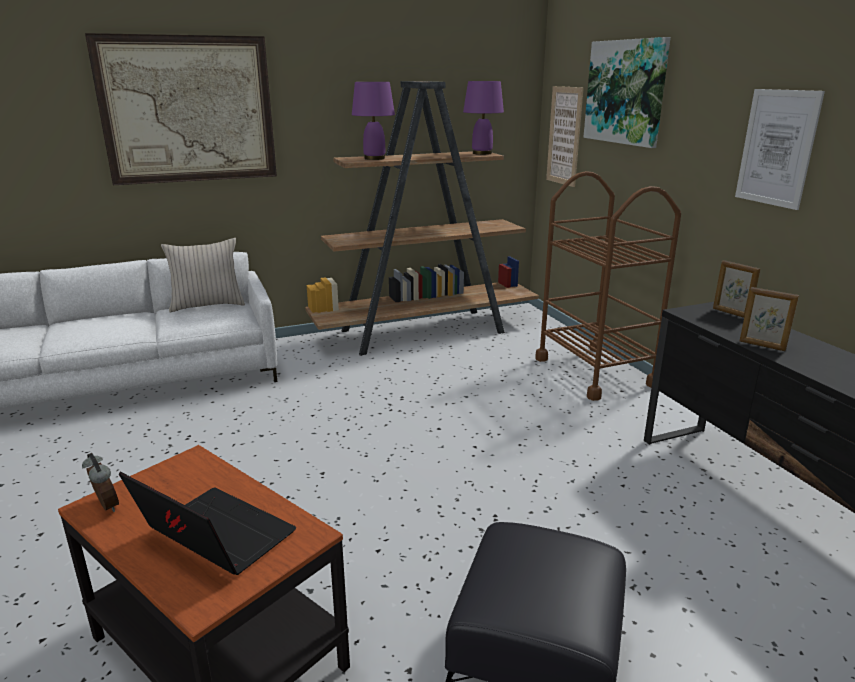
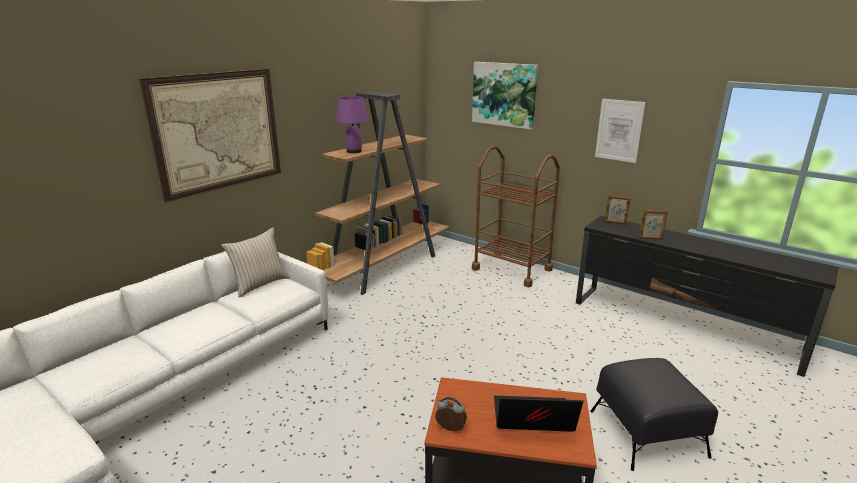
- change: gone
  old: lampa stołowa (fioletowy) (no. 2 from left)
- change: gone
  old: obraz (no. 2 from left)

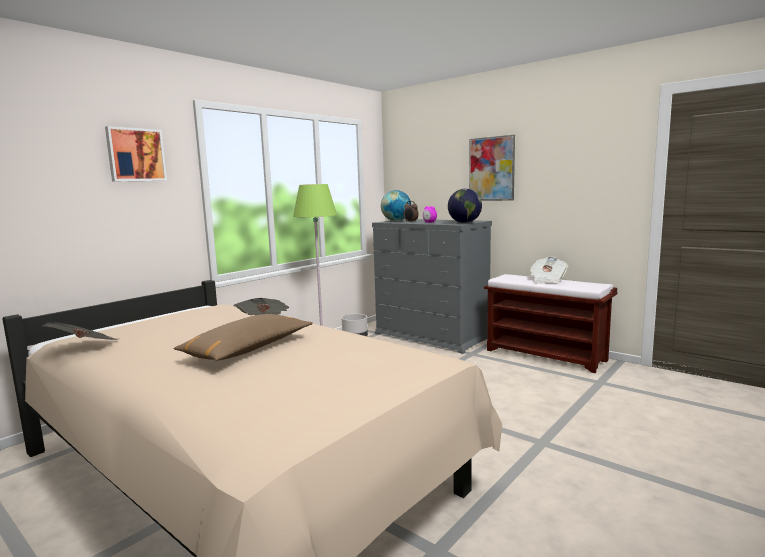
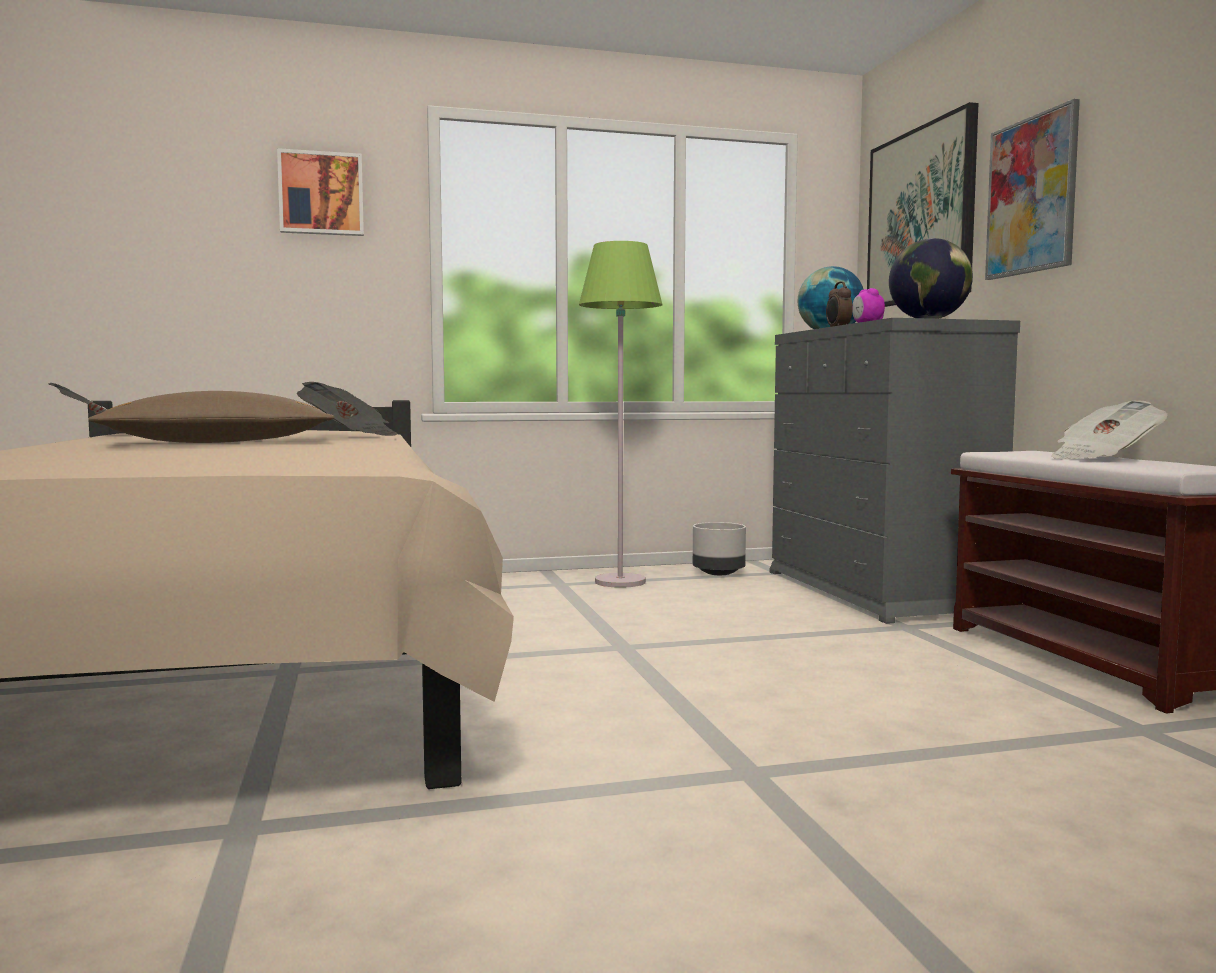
- change: new
  new: obraz (no. 2 from left)

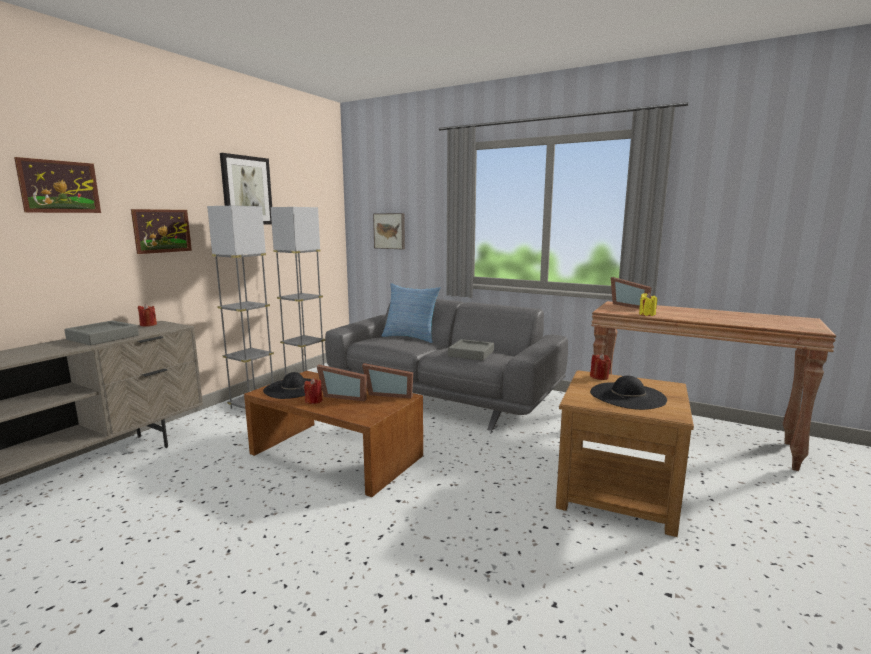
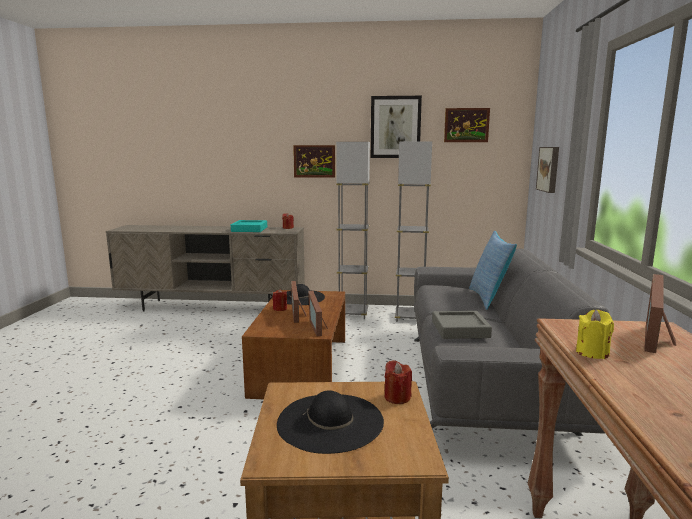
- change: shifted
  old: obraz (no. 1 from left in the first image)
  new: obraz (no. 3 from left)
- change: repainted
  old: taca (szary) (no. 1 from left)
  new: taca (turkusowy)

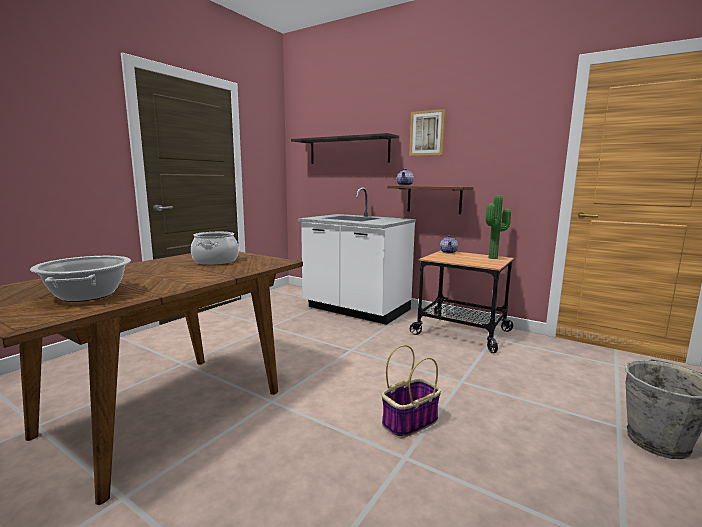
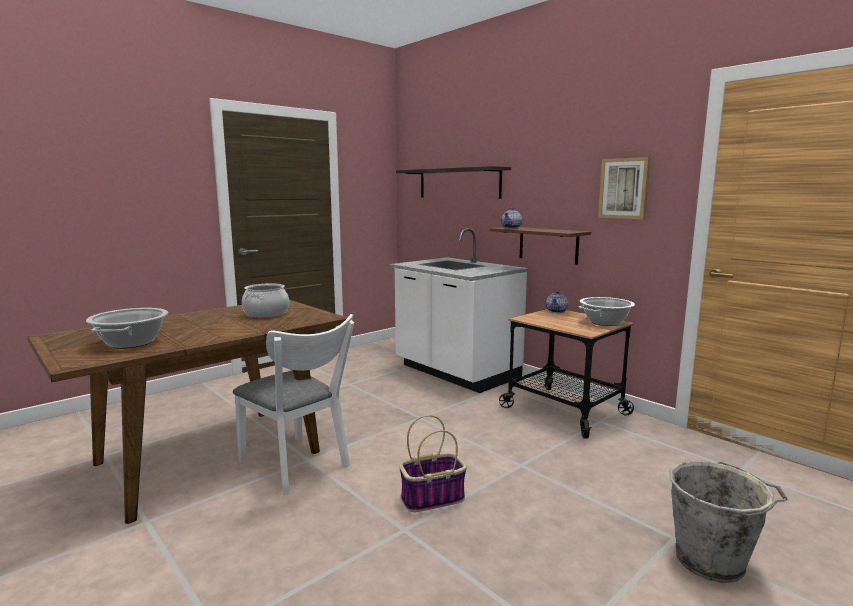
- change: shifted
  old: obraz
- change: swapped
  old: roślina doniczkowa
  new: garnek (no. 3 from left)
- change: new
  new: krzesło (biały)

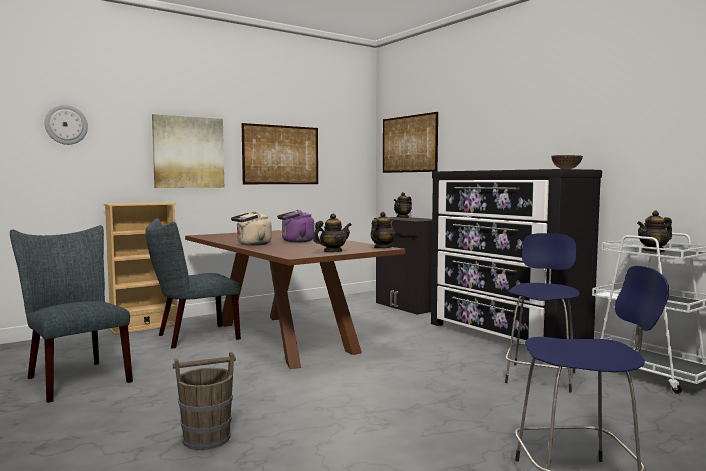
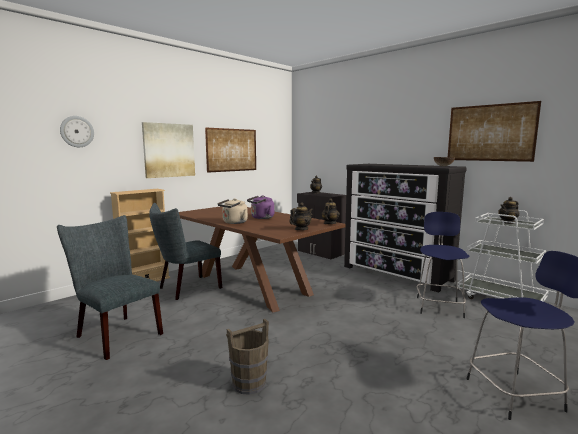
- change: shifted
  old: obraz (no. 3 from left)

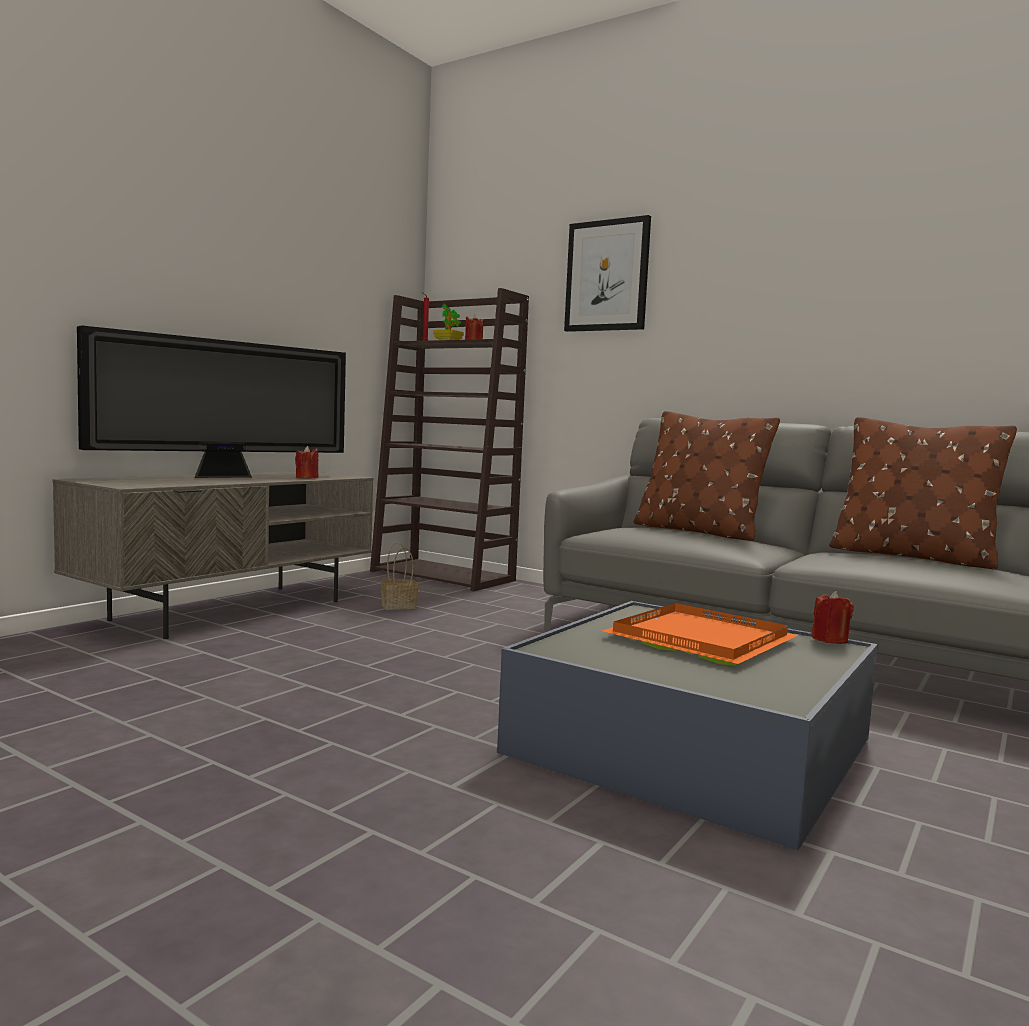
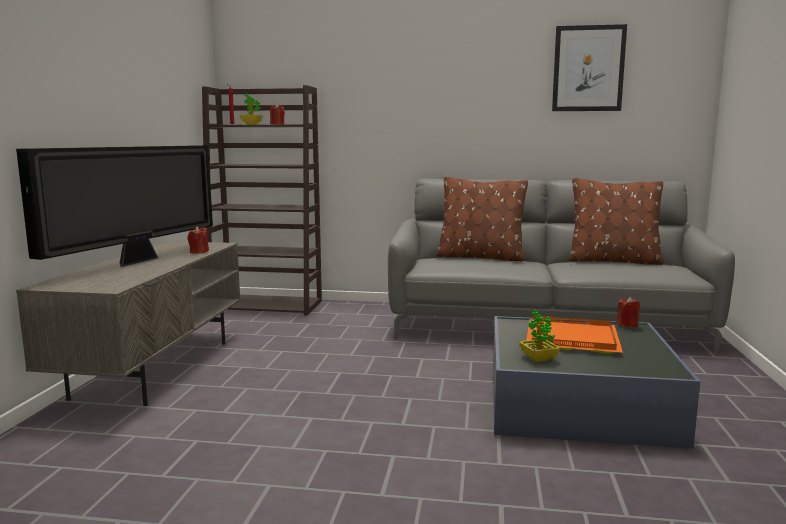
- change: shifted
  old: obraz
- change: gone
  old: koszyk
- change: new
  new: roślina doniczkowa (no. 2 from left)

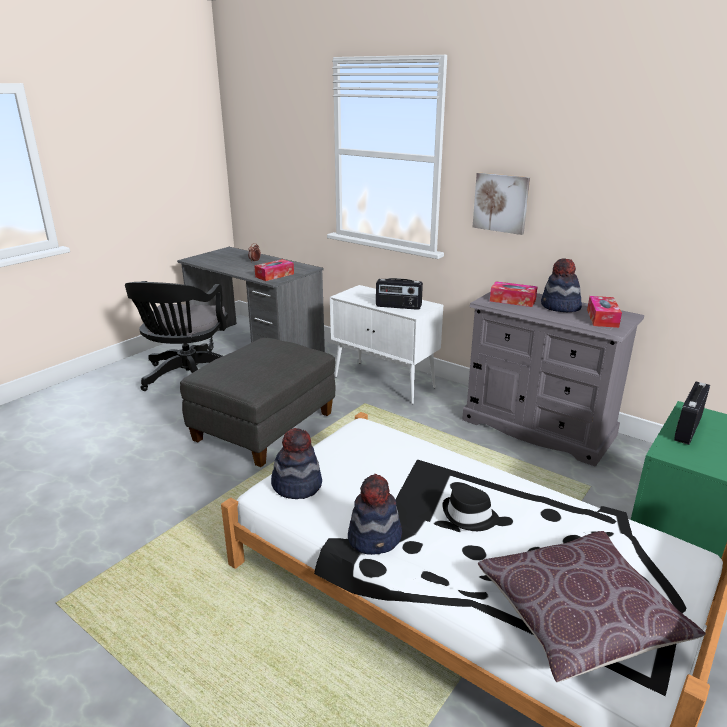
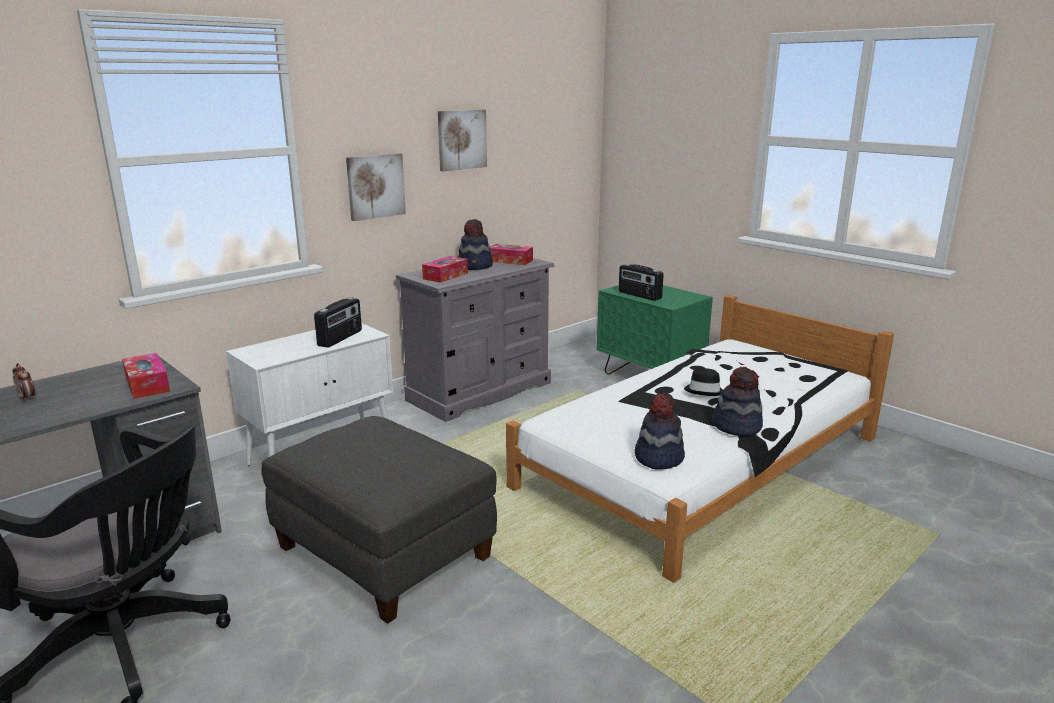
- change: gone
  old: poduszka (brązowy)
- change: new
  new: obraz (no. 2 from left)

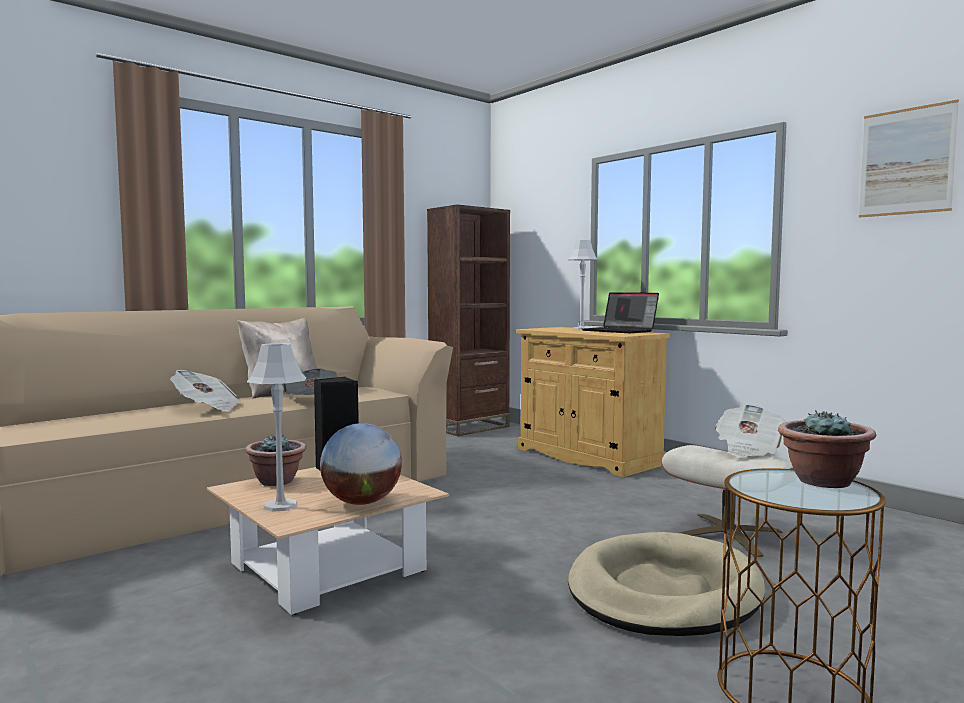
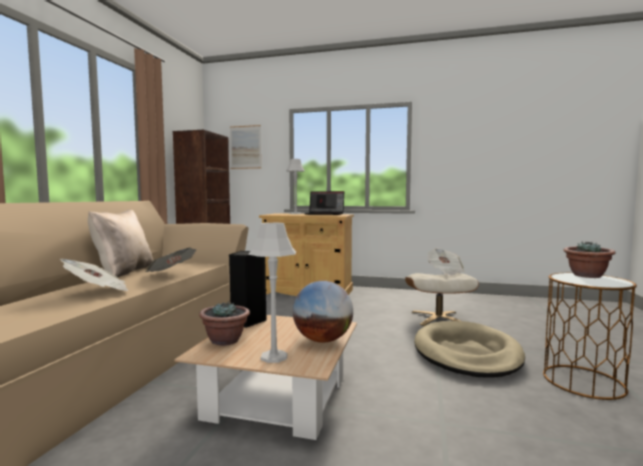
- change: shifted
  old: obraz

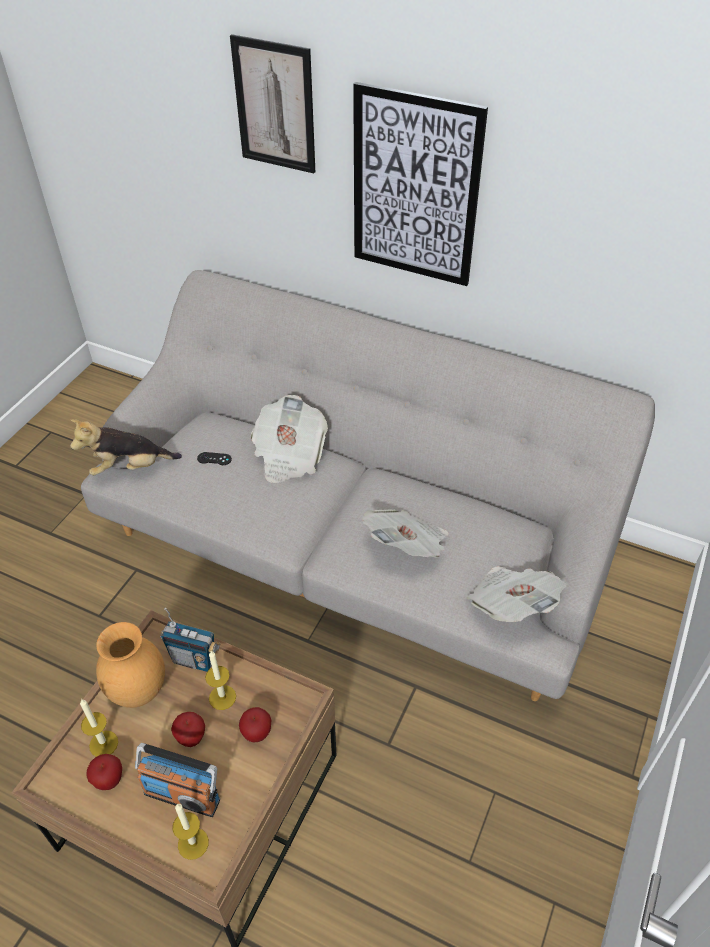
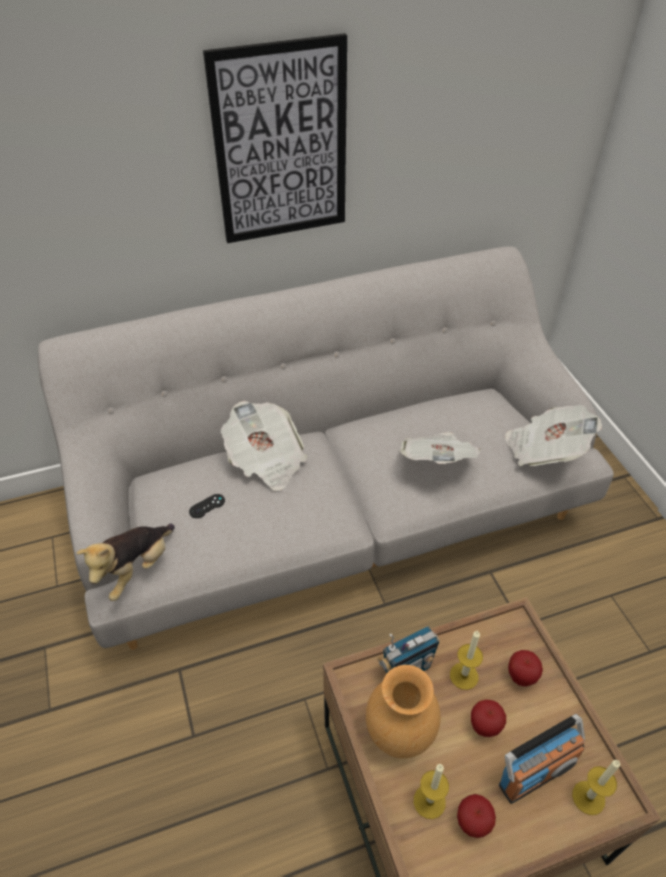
- change: gone
  old: obraz (no. 1 from left)

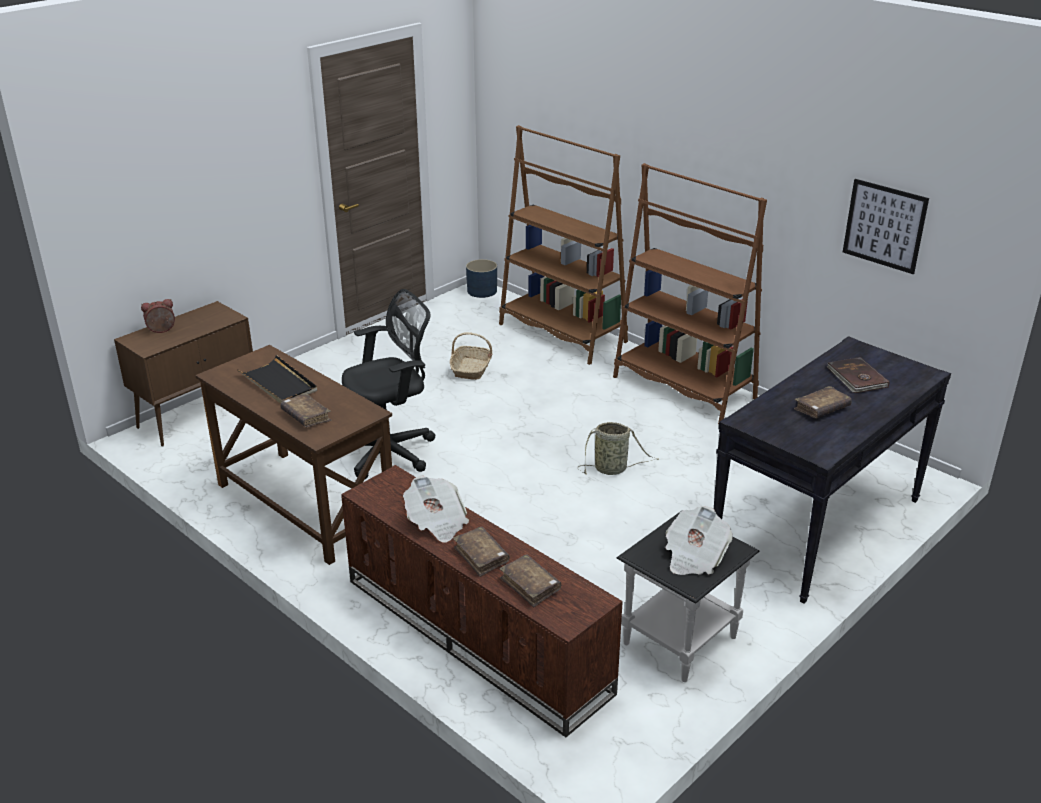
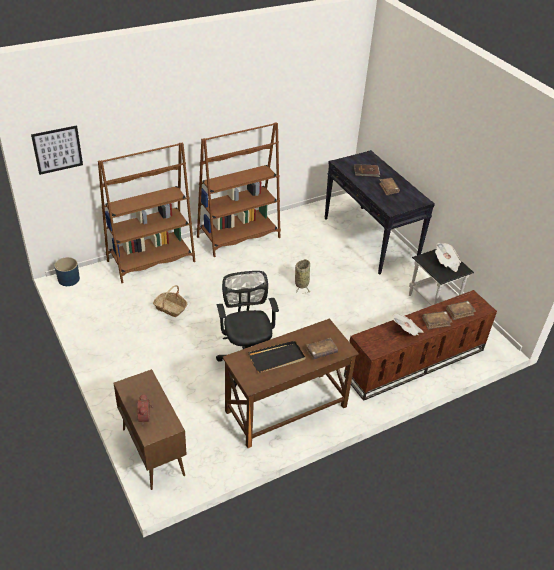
- change: shifted
  old: obraz

